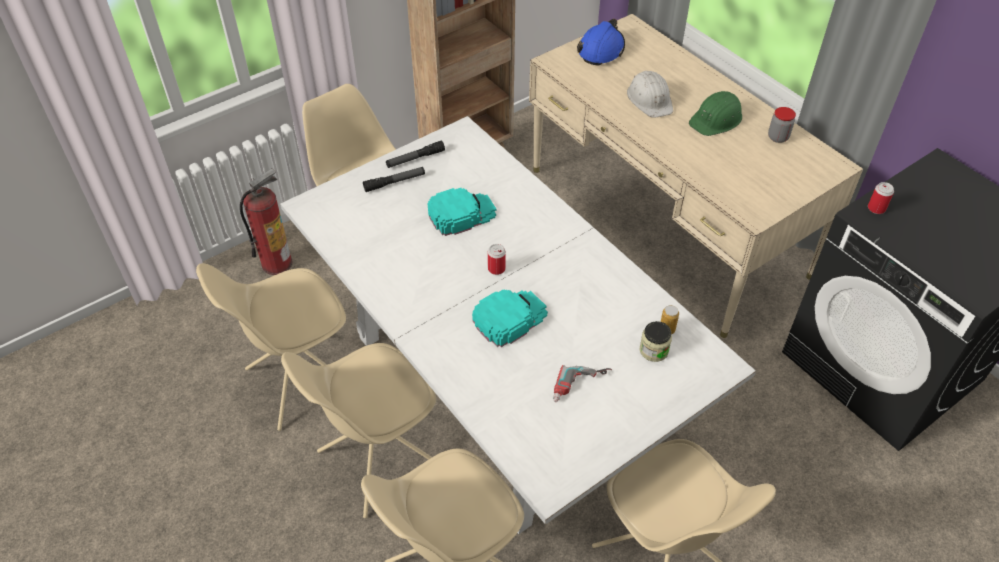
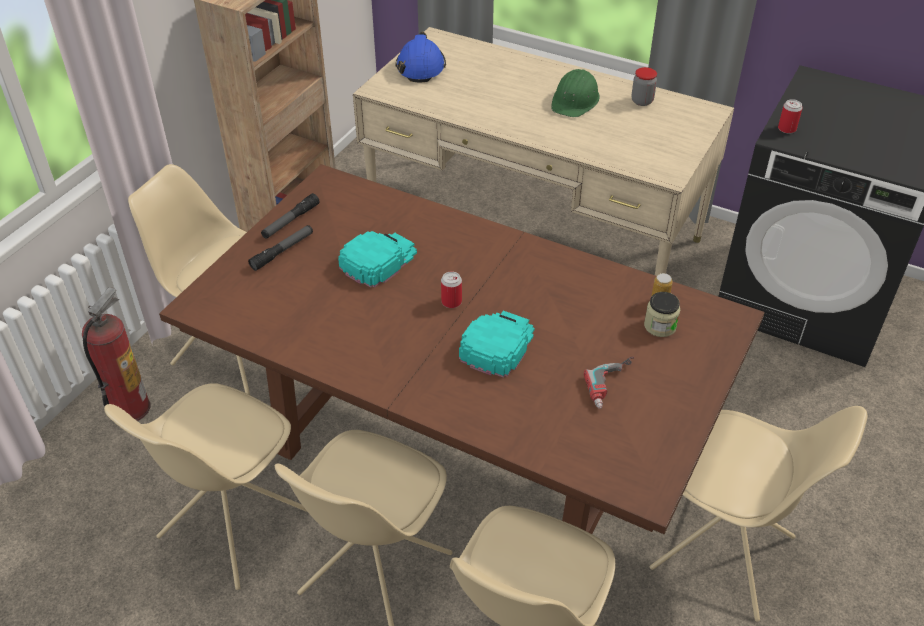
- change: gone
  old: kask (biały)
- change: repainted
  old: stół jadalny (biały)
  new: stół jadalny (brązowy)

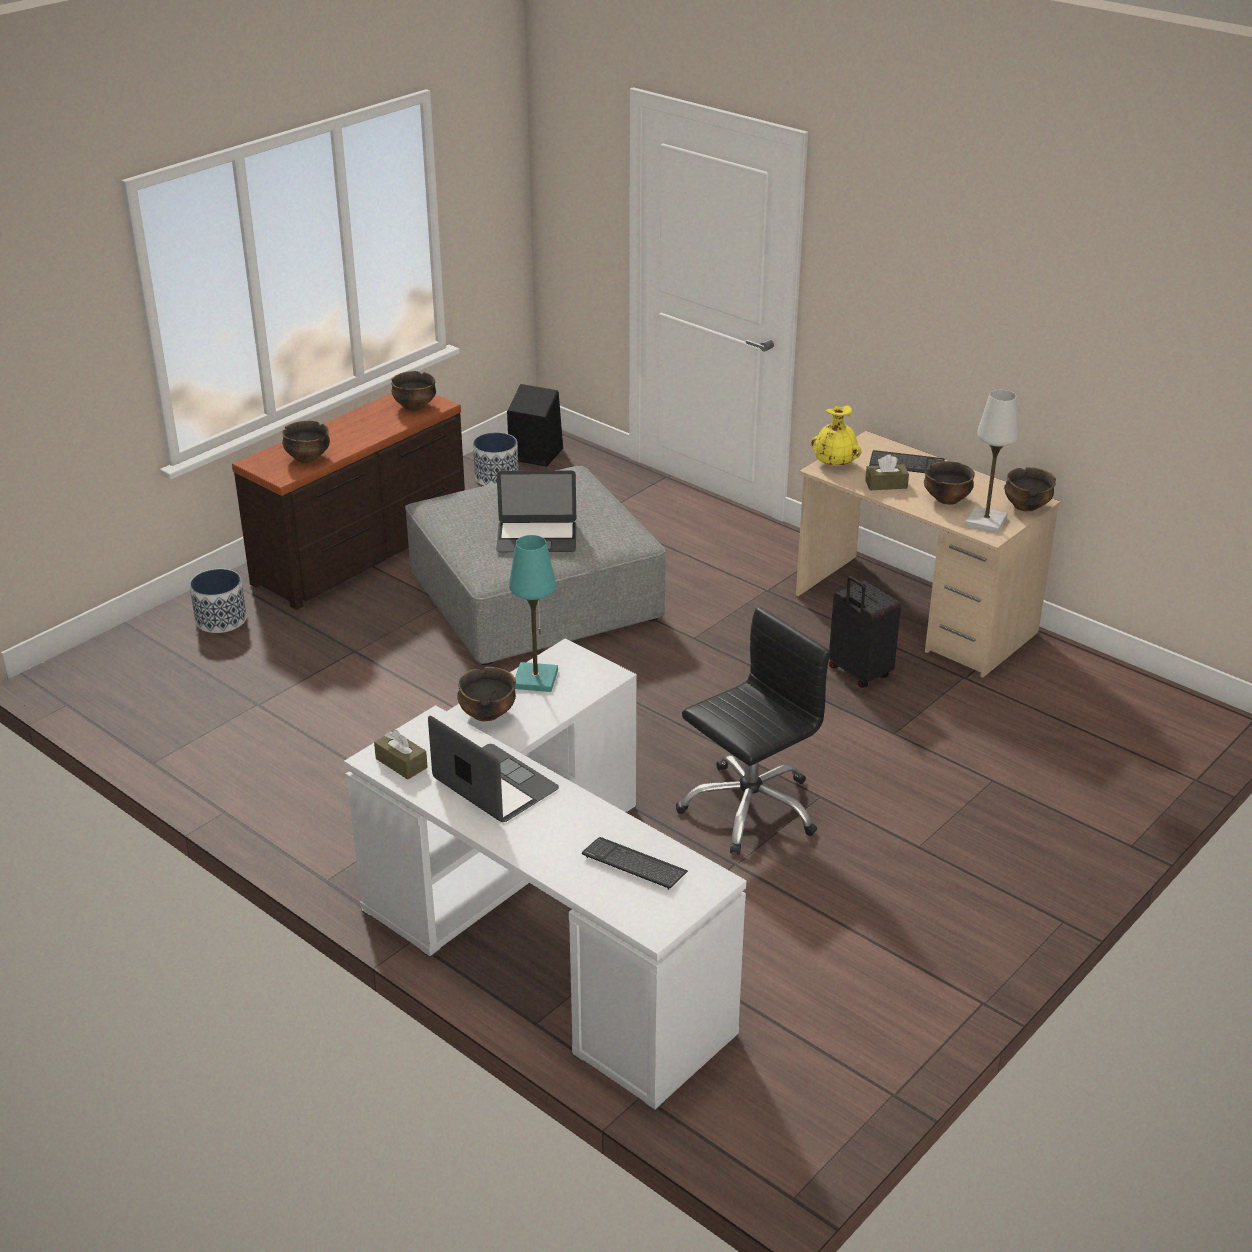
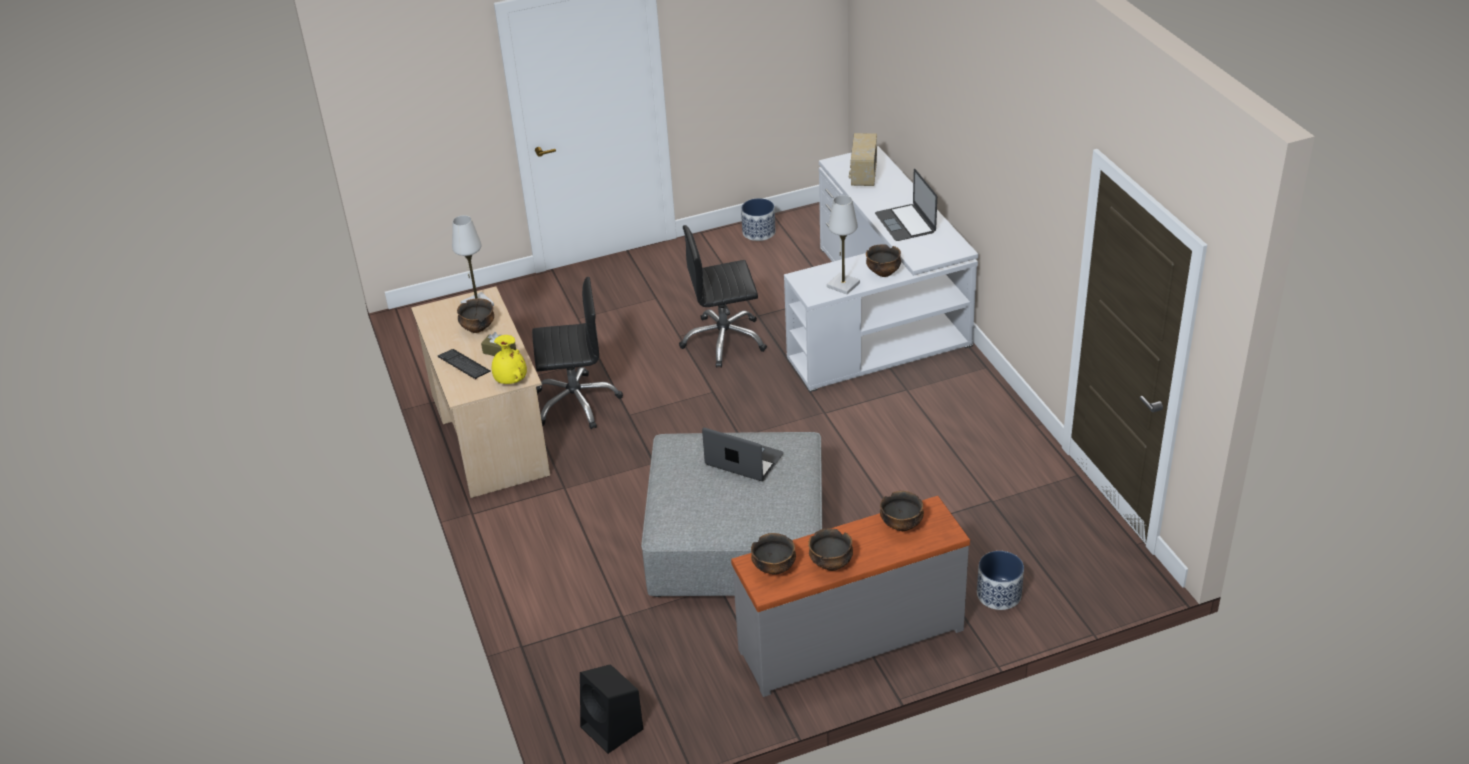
- change: repainted
  old: komoda (brązowy)
  new: komoda (szary)
- change: shifted
  old: donica (no. 2 from left in the first image)
  new: donica (no. 1 from left)
- change: shifted
  old: miska (no. 5 from left in the first image)
  new: miska (no. 3 from left)
- change: repainted
  old: lampa stołowa (turkusowy)
  new: lampa stołowa (biały) (no. 2 from left)
- change: swapped
  old: walizka (czarny)
  new: krzesło biurowe (czarny) (no. 1 from left)
- change: gone
  old: pudełko chusteczek (brązowy) (no. 1 from left)
- change: swapped
  old: klawiatura (no. 1 from left)
  new: radio

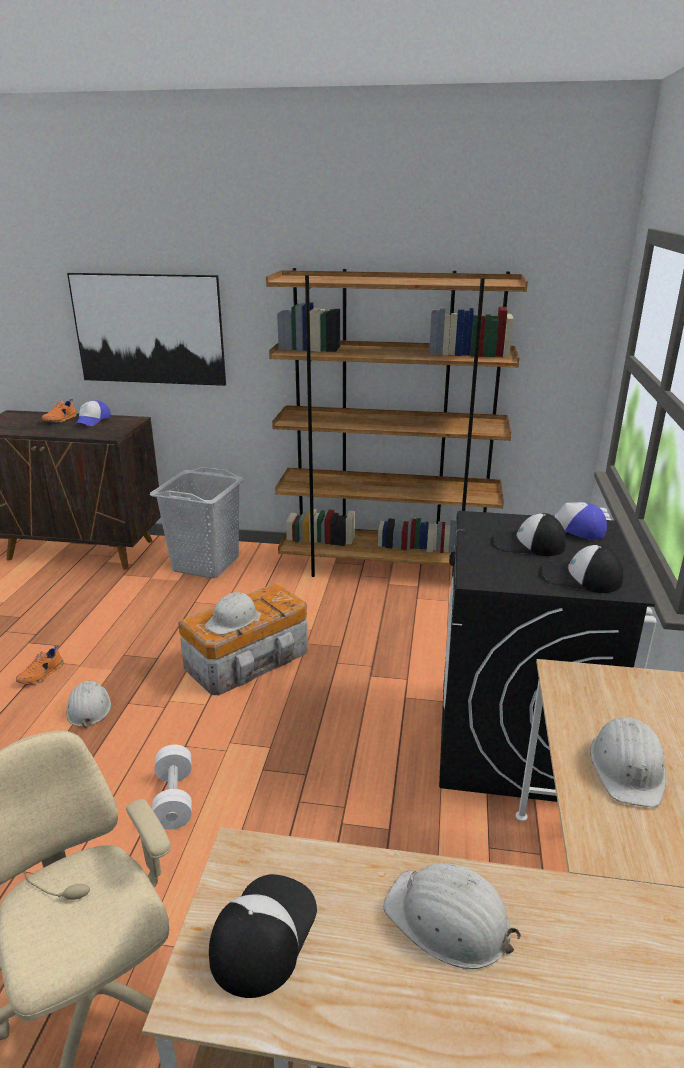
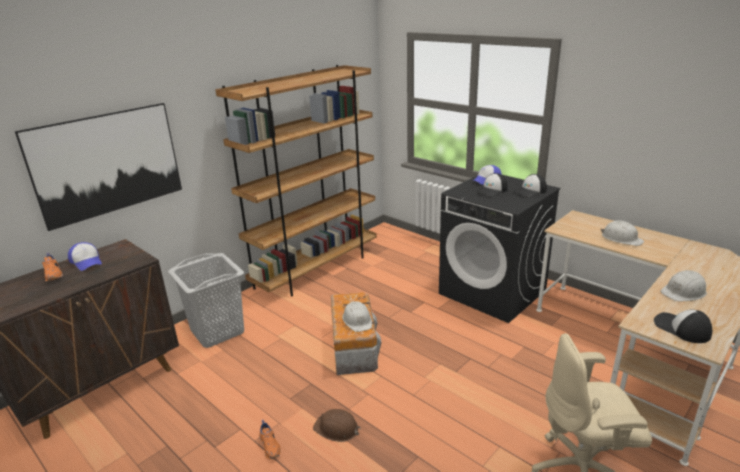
- change: repainted
  old: kask (biały) (no. 1 from left)
  new: kask (brązowy)
- change: gone
  old: hantel (biały)

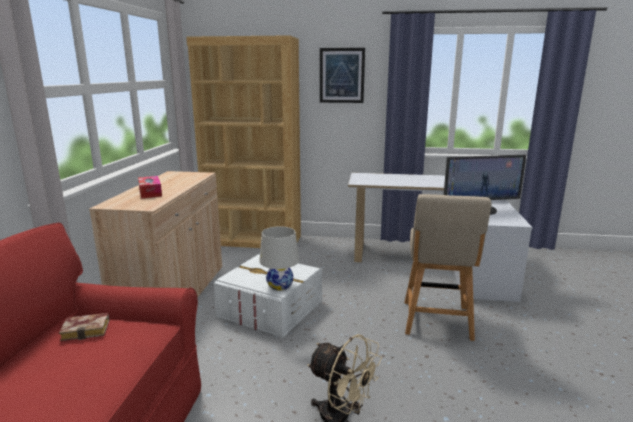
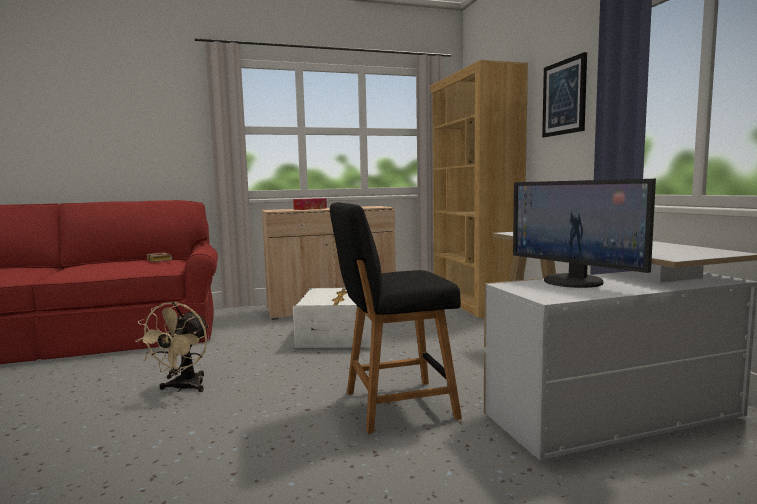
- change: repainted
  old: krzesło (beżowy)
  new: krzesło (czarny)
- change: gone
  old: lampa stołowa (biały)

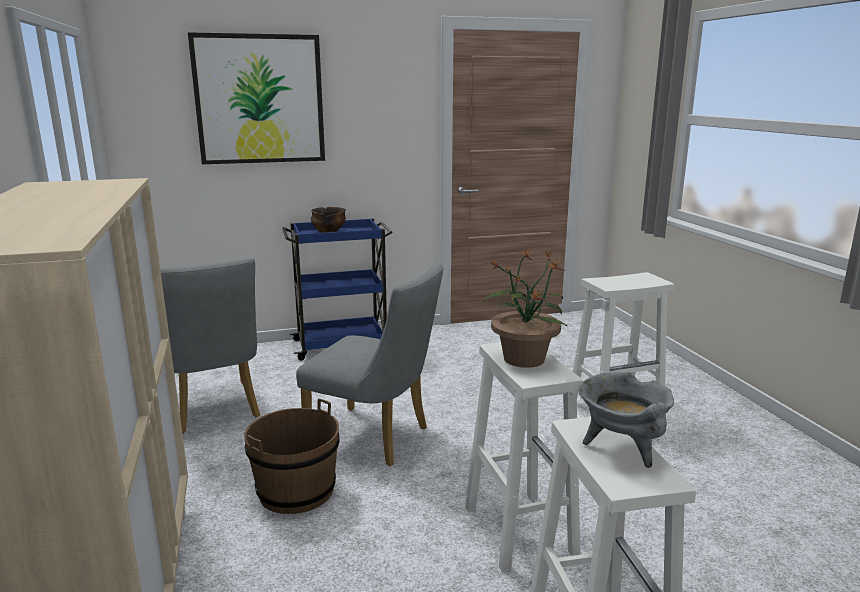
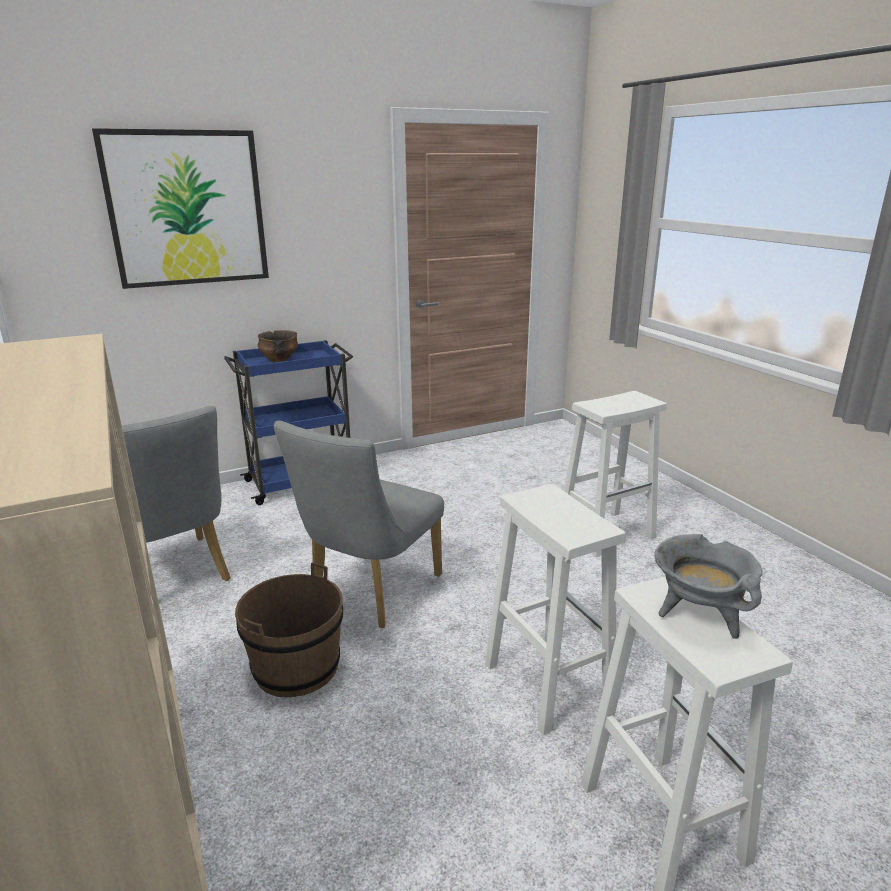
- change: gone
  old: roślina doniczkowa
- change: rotated
  old: krzesło (szary) (no. 2 from left)
  degrees: 105

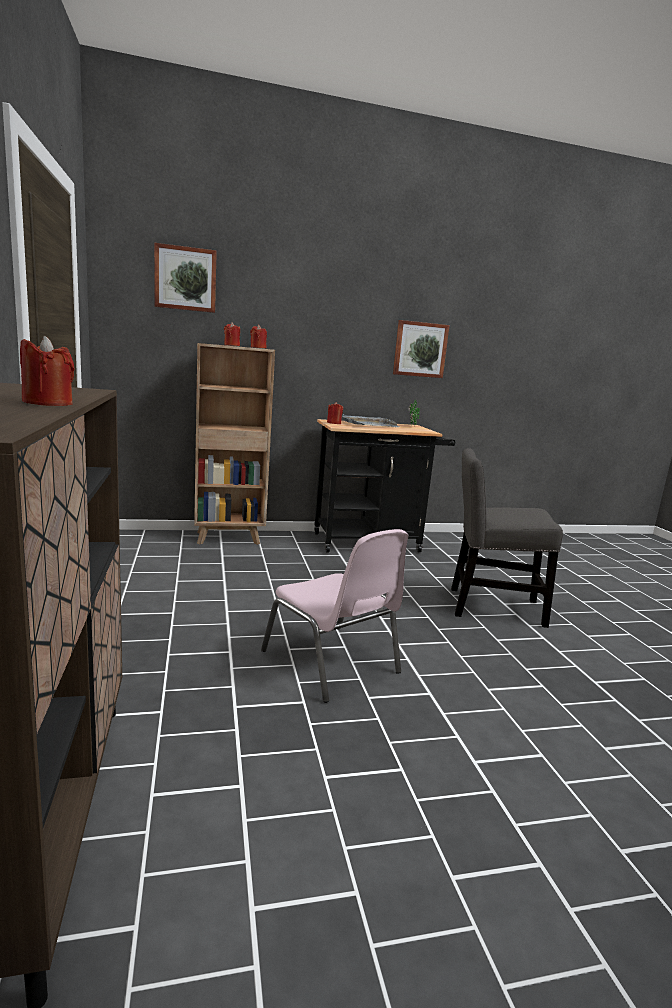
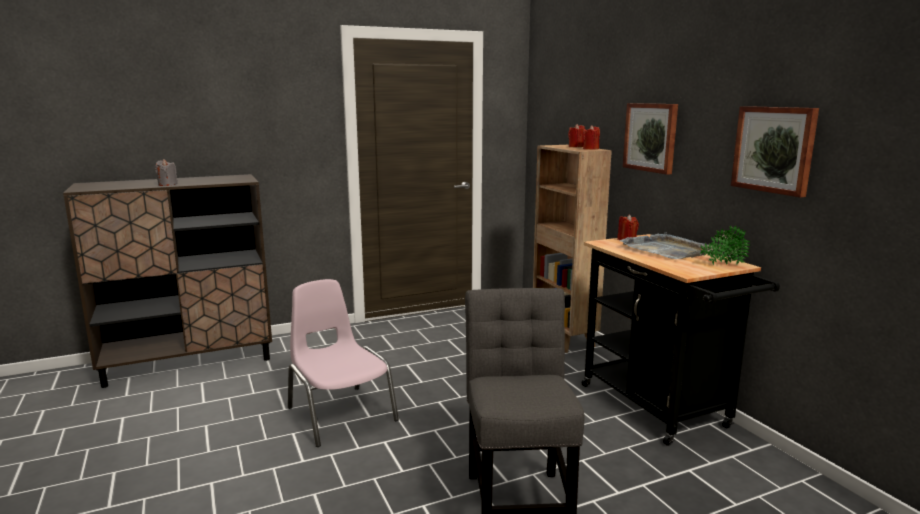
- change: shifted
  old: obraz (no. 1 from left)
- change: repainted
  old: świeca (czerwony) (no. 1 from left)
  new: świeca (szary)
- change: rotated
  old: krzesło (różowy)
  degrees: 105

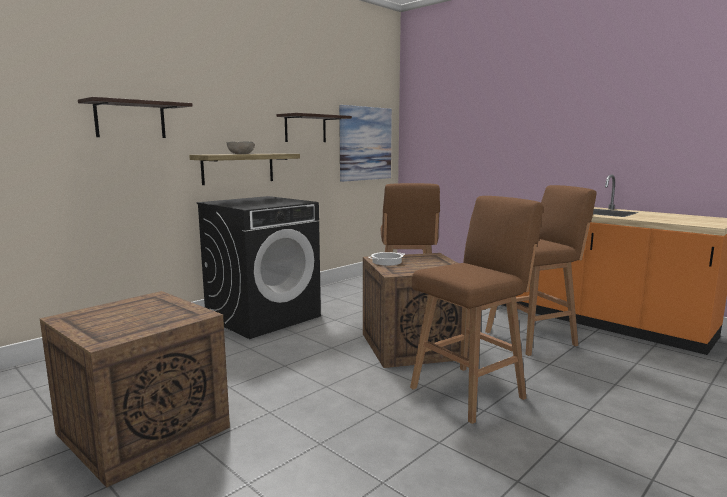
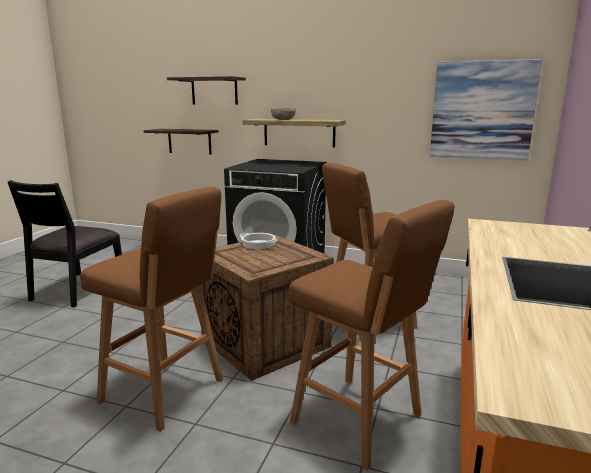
- change: shifted
  old: półka (no. 3 from left in the first image)
  new: półka (no. 1 from left)
- change: swapped
  old: skrzynka (no. 1 from left)
  new: krzesło (czarny)

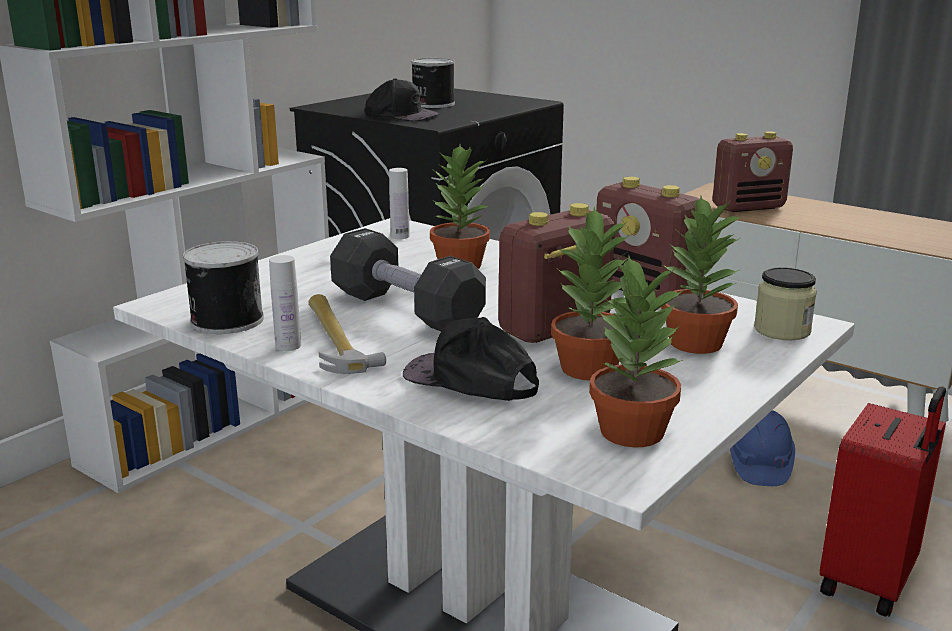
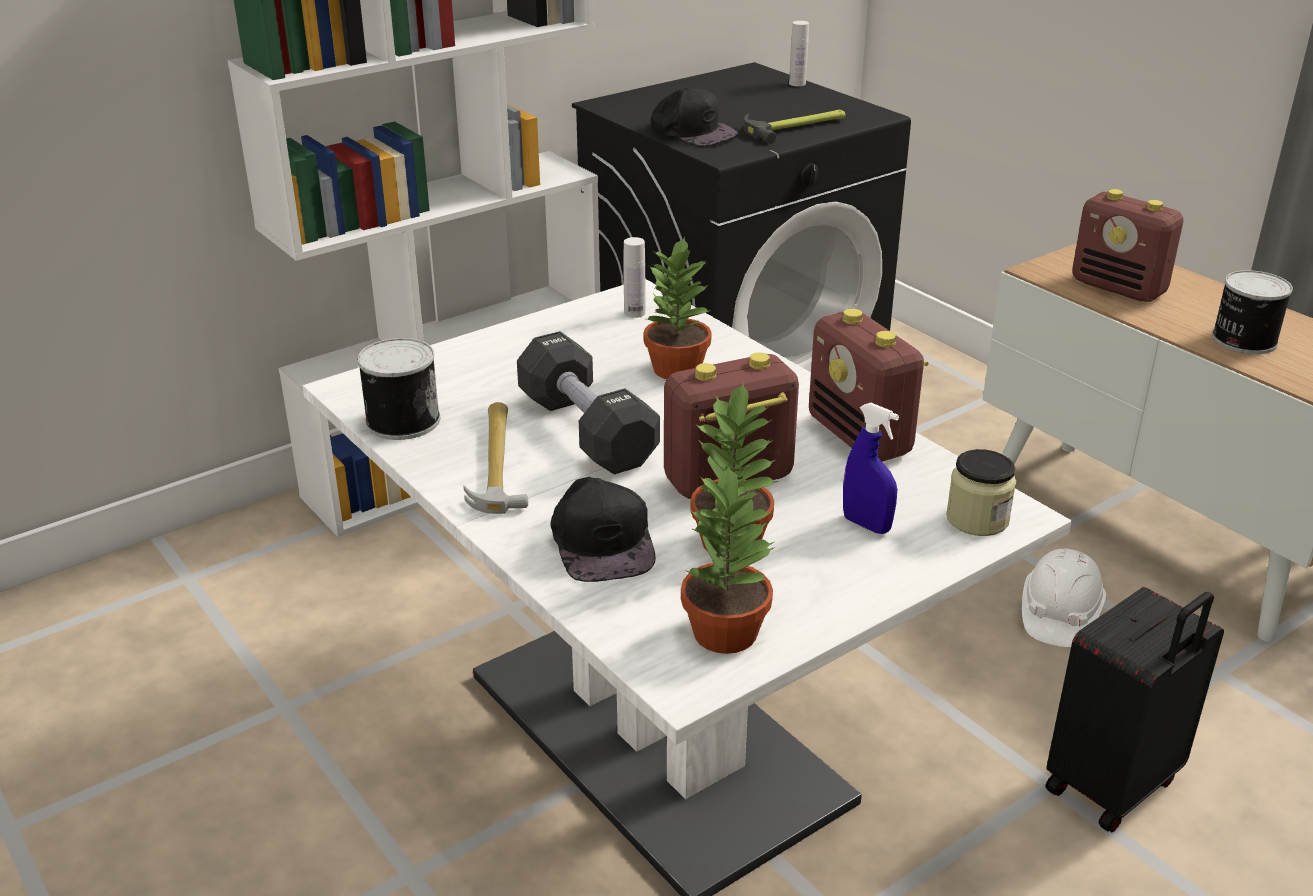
- change: shifted
  old: puszka (no. 2 from left)
- change: rotated
  old: radio (no. 3 from left)
  degrees: 45
- change: swapped
  old: roślina doniczkowa (no. 4 from left)
  new: spryskiwacz (niebieski)
- change: shifted
  old: butelka (biały) (no. 1 from left in the first image)
  new: butelka (biały) (no. 2 from left)
- change: rotated
  old: czapka z daszkiem (czarny) (no. 2 from left in the first image)
  degrees: -150
- change: repainted
  old: walizka (czerwony)
  new: walizka (czarny)
- change: repainted
  old: kask (niebieski)
  new: kask (biały)
- change: new
  new: młotek (no. 2 from left)

